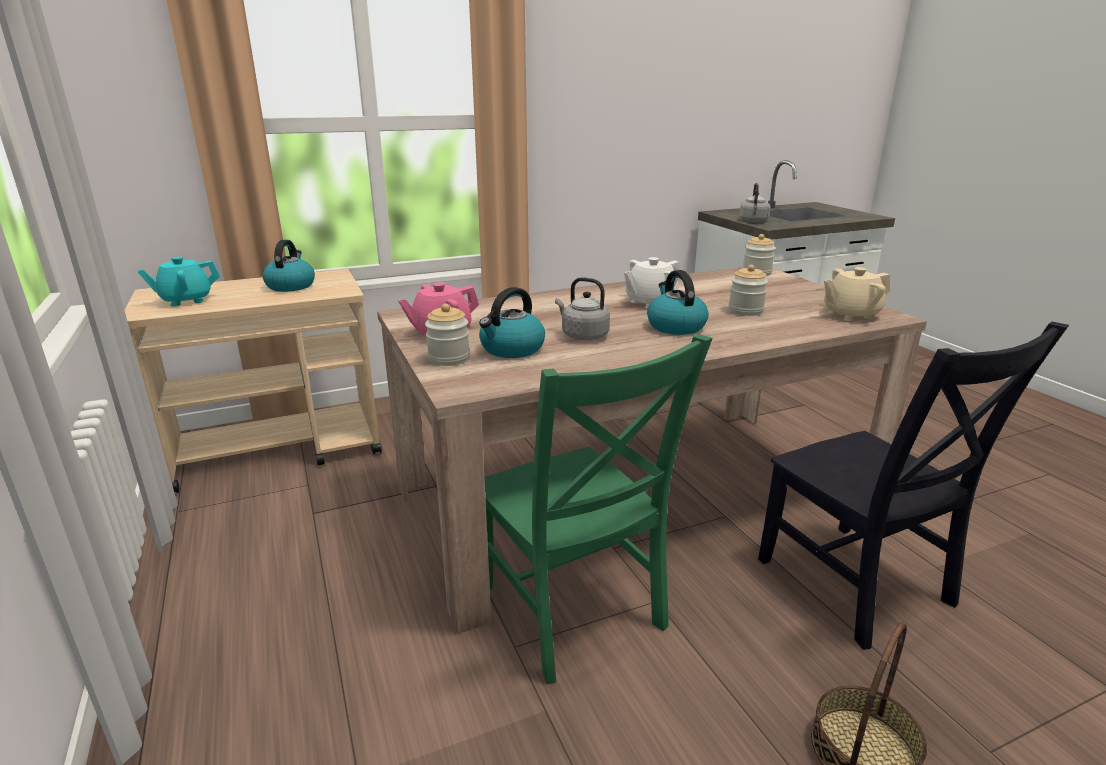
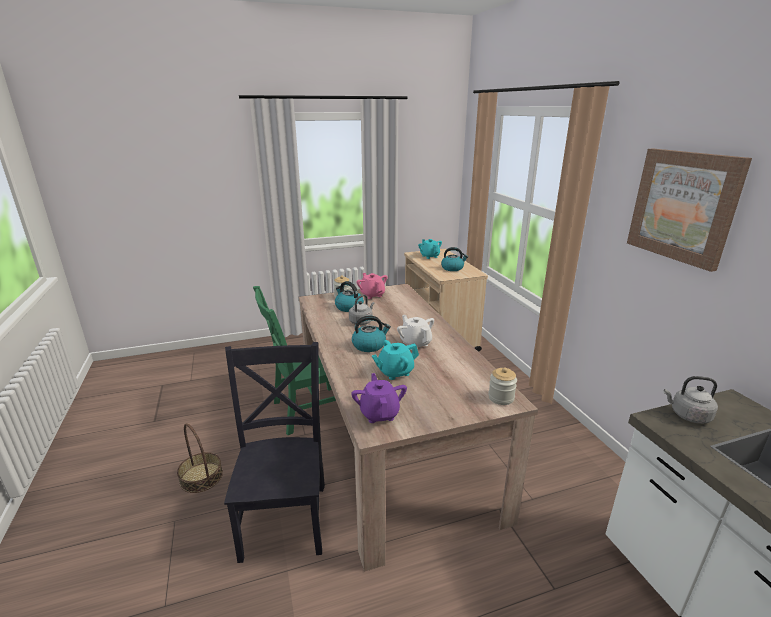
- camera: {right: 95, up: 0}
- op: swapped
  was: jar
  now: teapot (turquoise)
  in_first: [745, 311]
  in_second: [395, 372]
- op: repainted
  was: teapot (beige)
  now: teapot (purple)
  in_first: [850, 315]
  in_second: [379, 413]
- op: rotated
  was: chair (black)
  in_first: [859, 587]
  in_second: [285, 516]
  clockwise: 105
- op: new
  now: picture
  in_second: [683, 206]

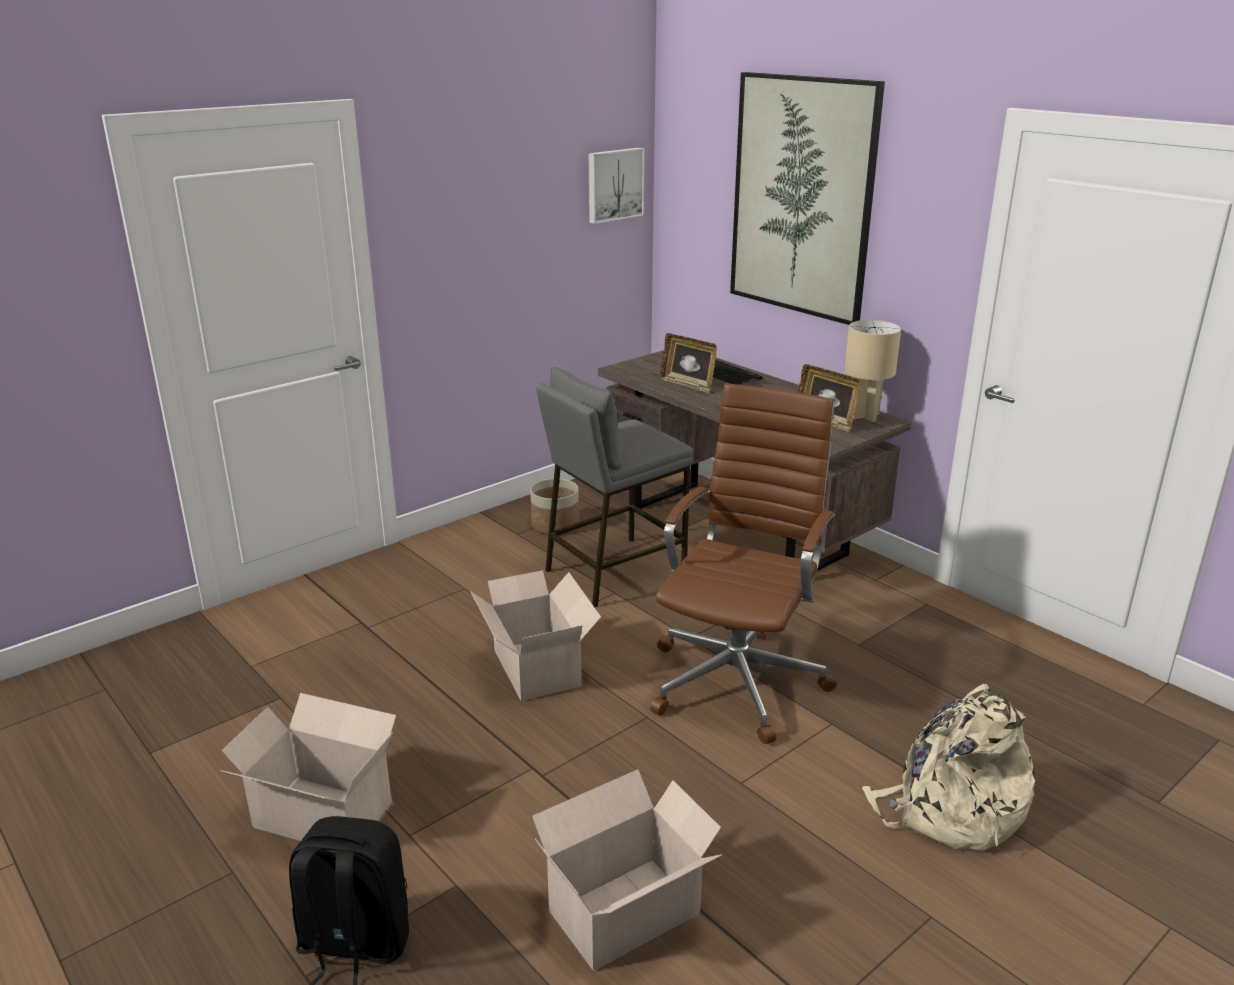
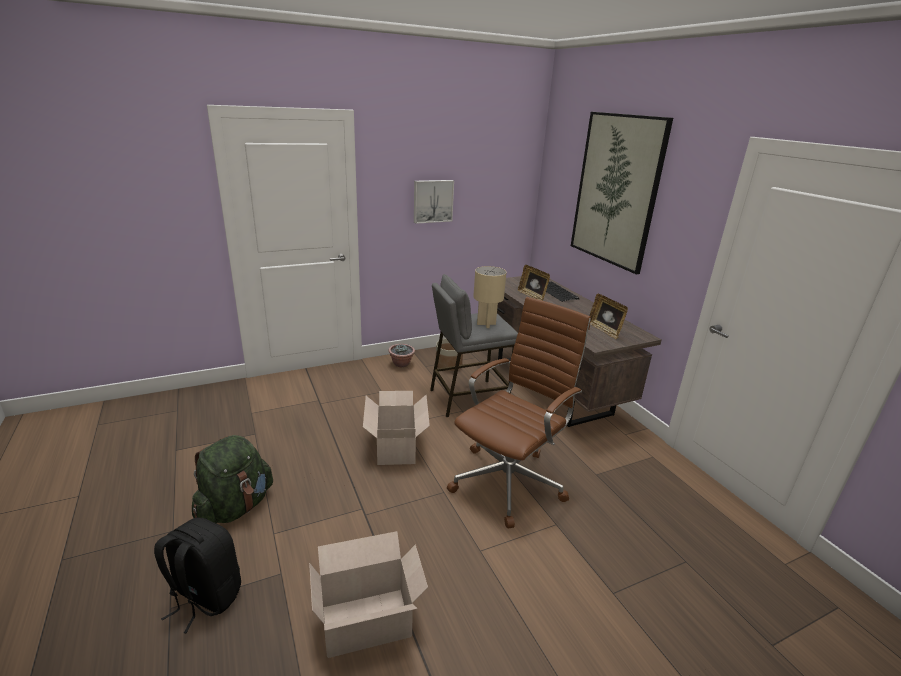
- camera: {right: 15, up: 0}
- op: shifted
  was: picture
  in_first: [614, 184]
  in_second: [432, 201]
- op: shifted
  was: table lamp (beige)
  in_first: [865, 416]
  in_second: [486, 324]
- op: gone
  was: backpack (beige)
  in_first: [949, 810]
- op: swapped
  was: cardboard box
  now: backpack (green)
  in_first: [320, 813]
  in_second: [235, 507]
- op: new
  now: potted plant
  in_second: [401, 364]

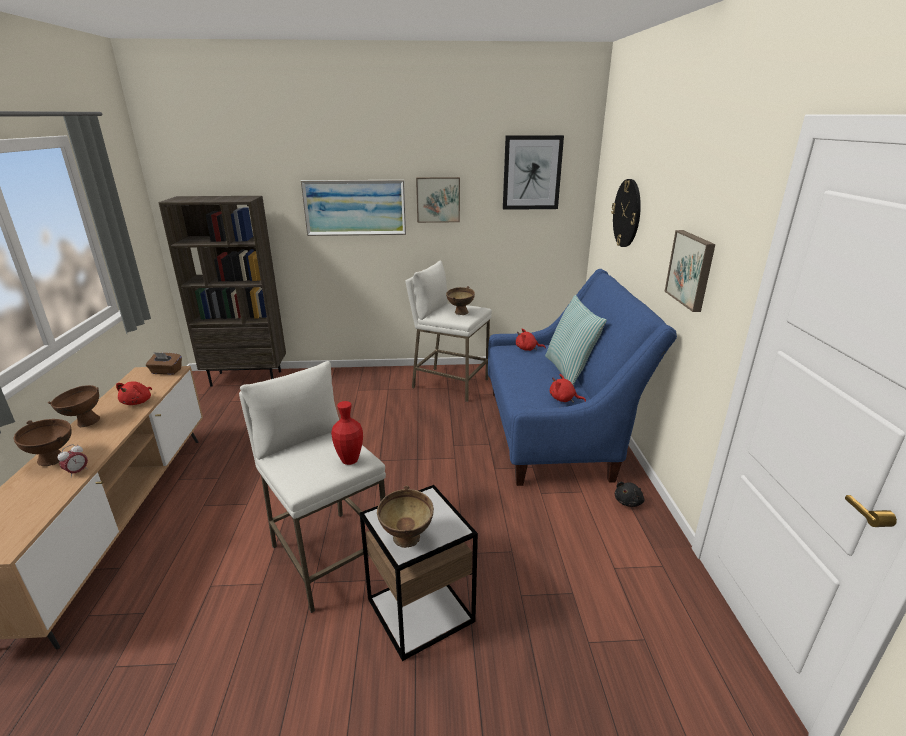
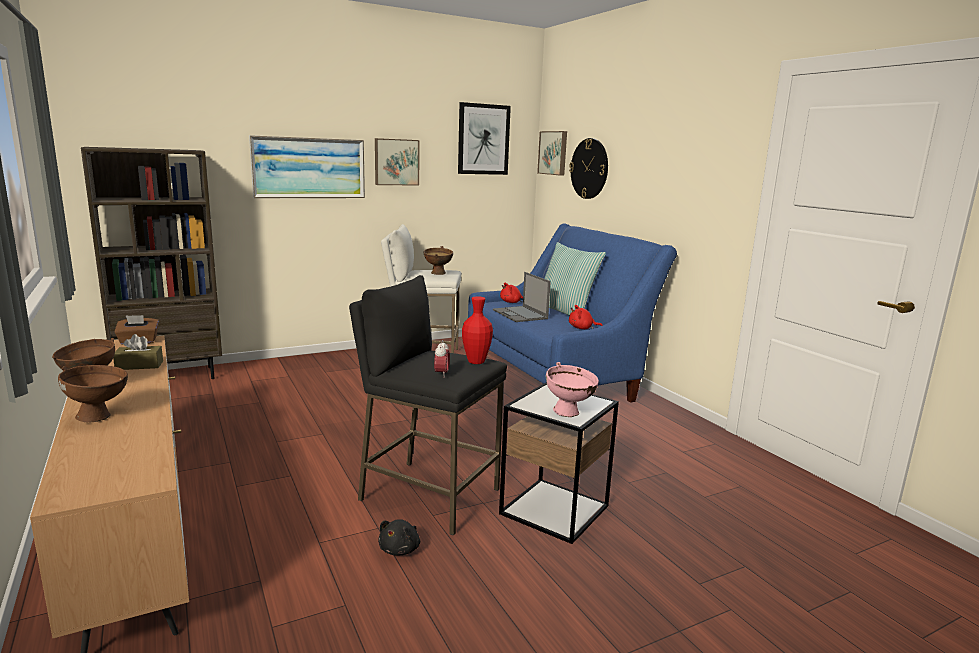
- camera: {right: -25, up: -10}
- op: shifted
  was: picture
  in_first: [691, 269]
  in_second: [553, 153]
- op: repainted
  was: stool (white)
  now: stool (black)
  in_first: [328, 557]
  in_second: [428, 495]
- op: swapped
  was: plush toy (red)
  now: tissue box (brown)
  in_first: [138, 402]
  in_second: [139, 365]
- op: shifted
  was: alarm clock
  in_first: [77, 472]
  in_second: [441, 374]
- op: shifted
  was: plush toy (black)
  in_first: [629, 502]
  in_second: [400, 549]
- op: repainted
  was: bowl (brown)
  now: bowl (pink)
  in_first: [407, 542]
  in_second: [570, 414]
- op: new
  now: laptop
  in_second: [520, 314]

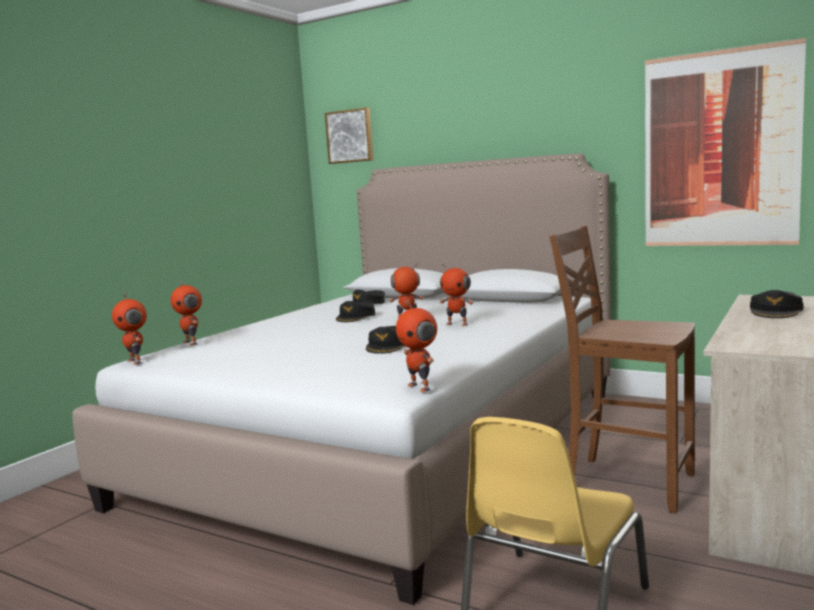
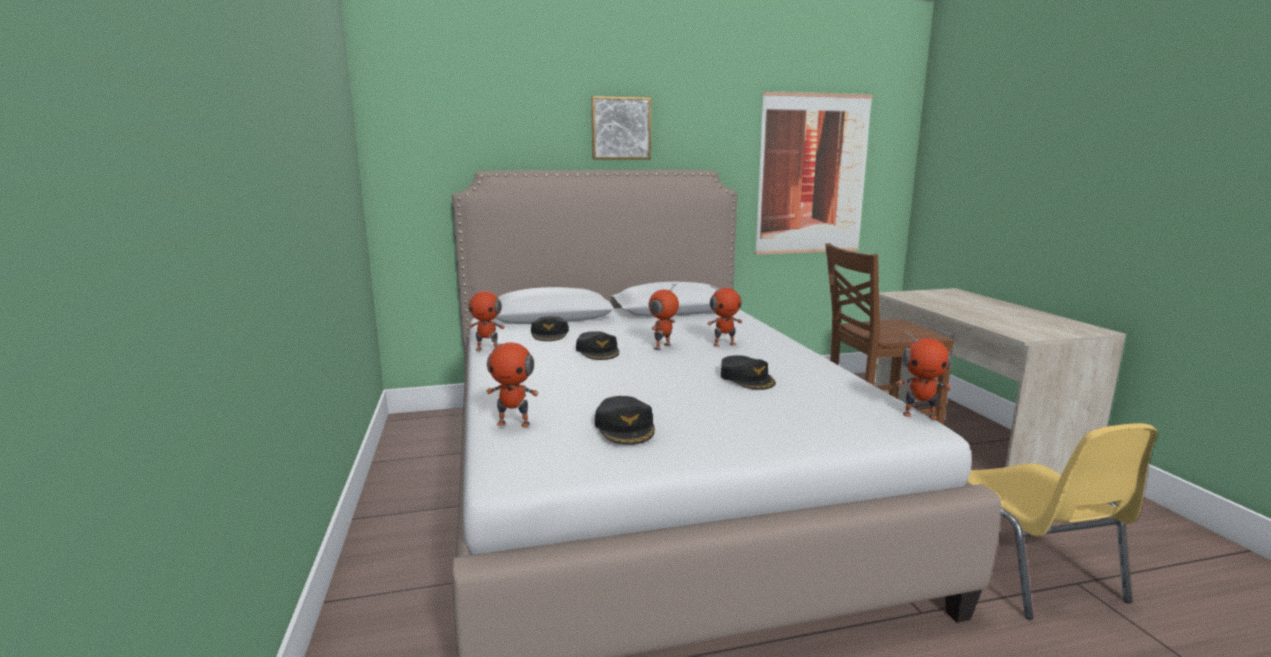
- camera: {right: -45, up: 5}
- op: shifted
  was: picture
  in_first: [350, 136]
  in_second: [620, 128]
- op: shifted
  was: cap (black)
  in_first: [776, 311]
  in_second: [625, 427]
- op: shifted
  was: toy robot
  in_first: [136, 361]
  in_second: [488, 349]

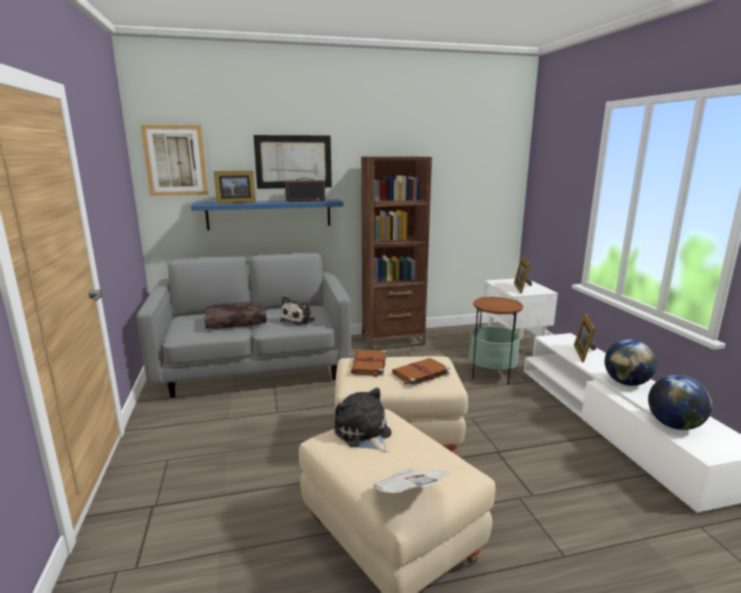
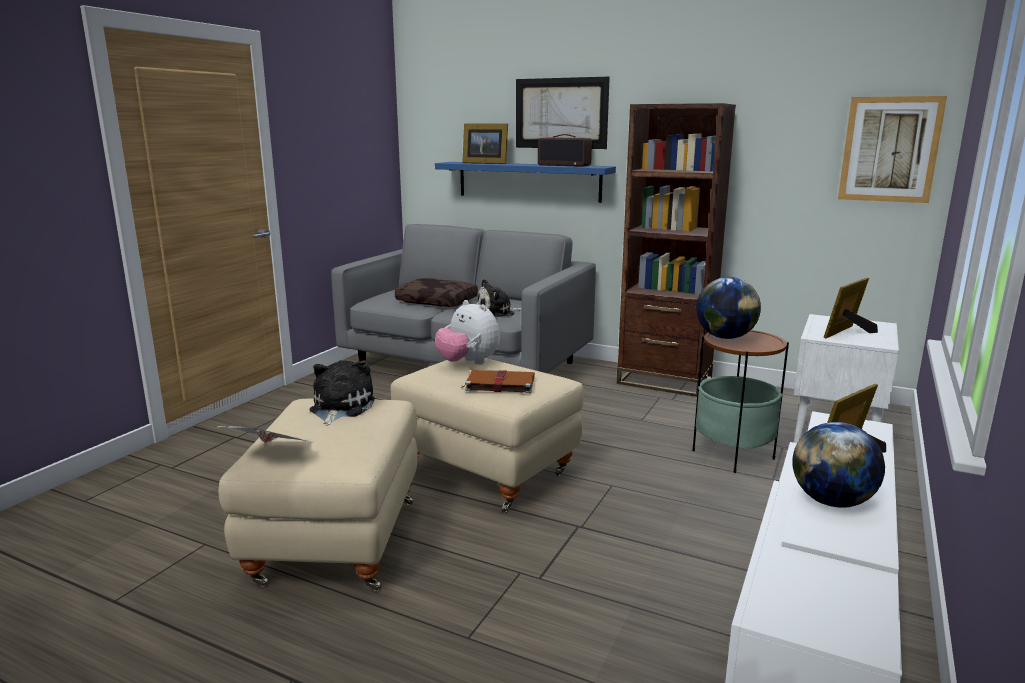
- camera: {right: 40, up: 0}
- op: shifted
  was: picture
  in_first: [175, 160]
  in_second: [889, 149]
- op: swapped
  was: book (brown)
  now: plush toy
  in_first: [369, 365]
  in_second: [468, 363]
- op: shifted
  was: globe
  in_first: [673, 425]
  in_second: [725, 337]

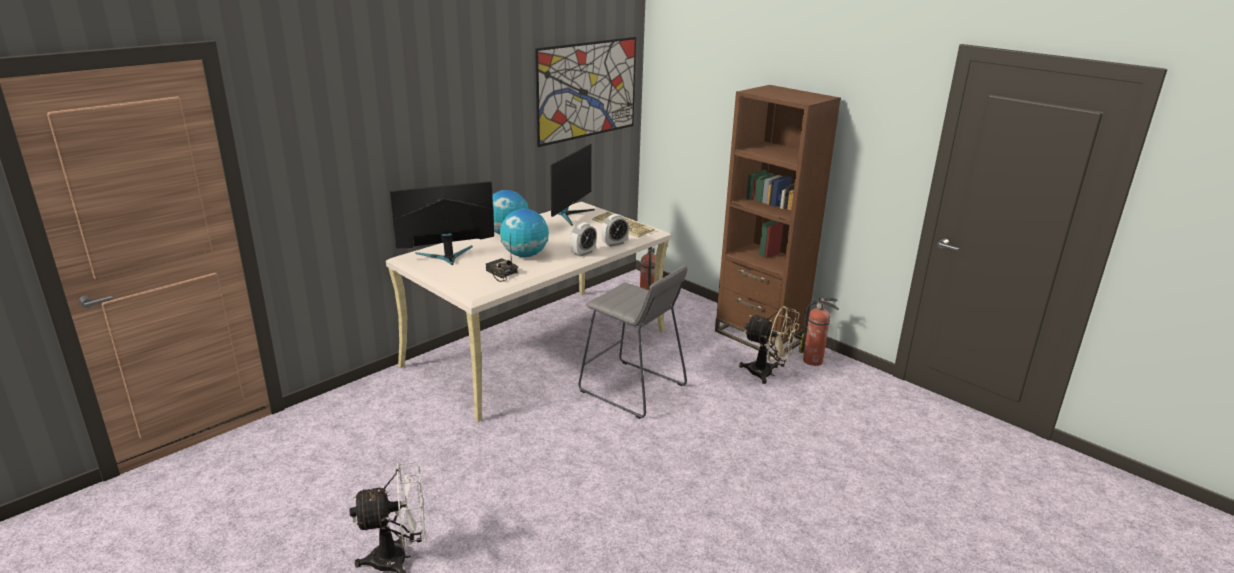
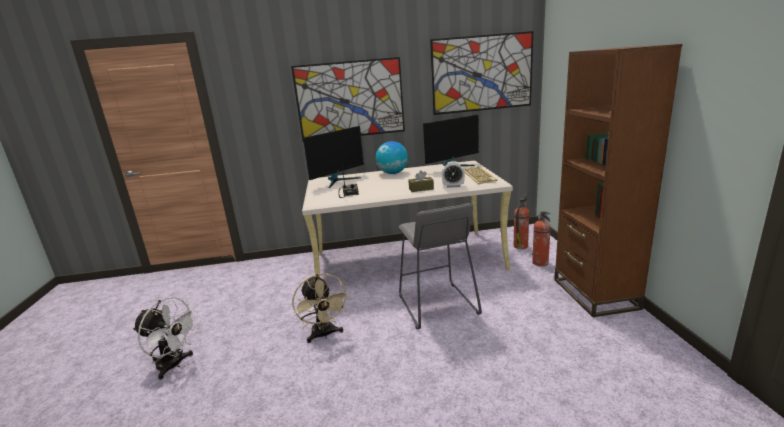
- camera: {right: 40, up: -5}
- op: rotated
  was: monitor
  in_first: [447, 256]
  in_second: [338, 181]
  clockwise: 120
- op: gone
  was: globe
  in_first: [524, 255]
- op: swapped
  was: alarm clock
  now: tissue box (brown)
  in_first: [583, 253]
  in_second: [421, 189]
- op: shifted
  was: fire extinguisher
  in_first: [814, 361]
  in_second: [540, 263]
- op: shifted
  was: fan (beige)
  in_first: [767, 374]
  in_second: [324, 335]
- op: new
  now: picture
  in_second: [350, 99]

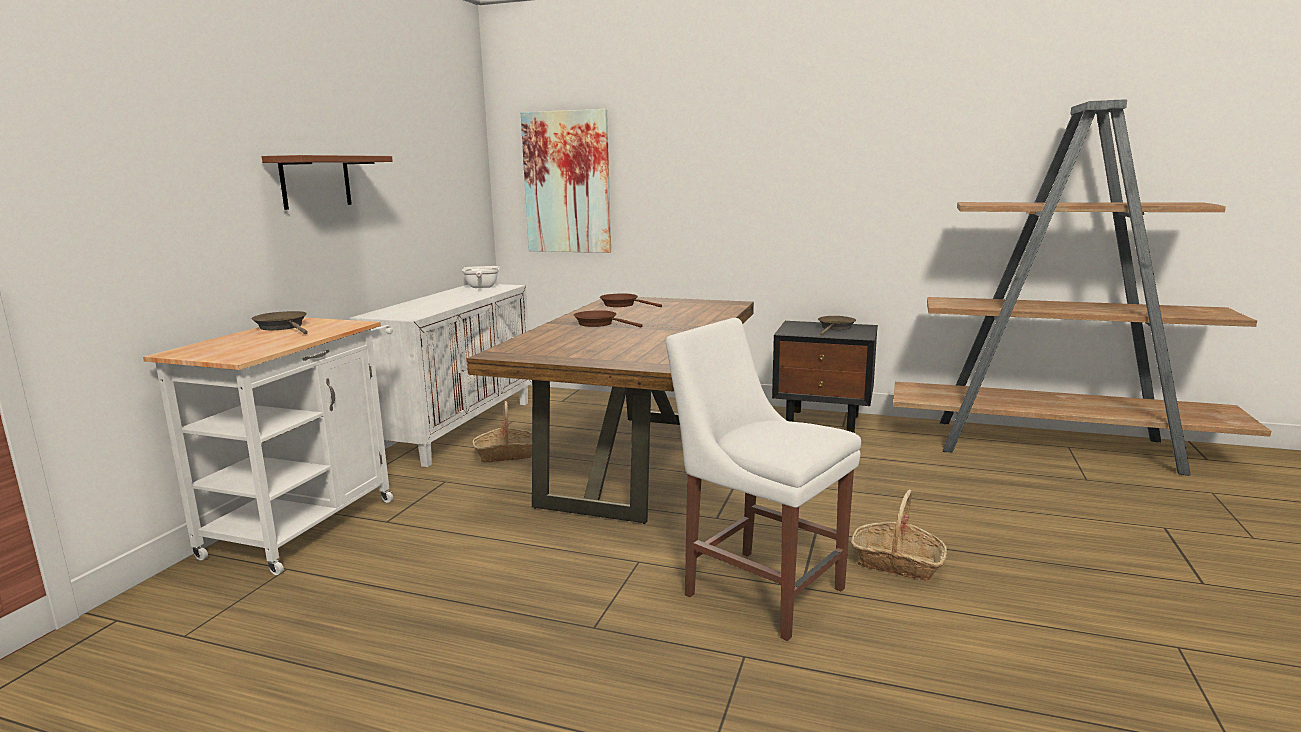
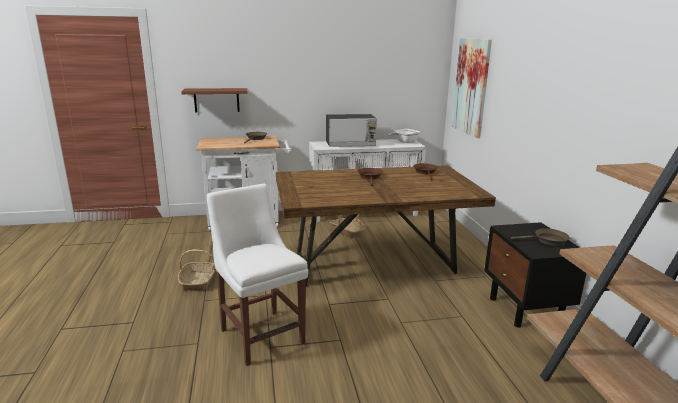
- camera: {right: 60, up: 5}
- op: shifted
  was: shelf (brown)
  in_first: [315, 181]
  in_second: [216, 100]
- op: rotated
  was: chair (white)
  in_first: [758, 588]
  in_second: [260, 334]
  clockwise: -45
- op: shifted
  was: basket
  in_first: [897, 562]
  in_second: [198, 281]
- op: new
  now: microwave
  in_second: [350, 144]

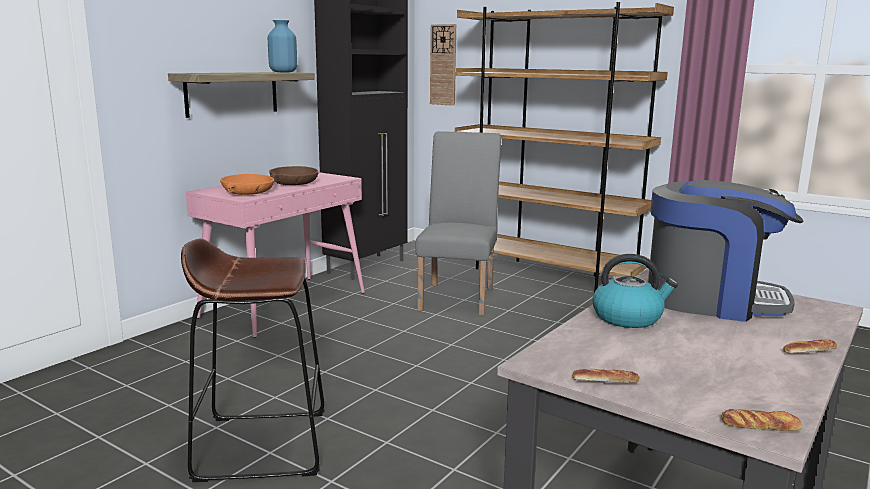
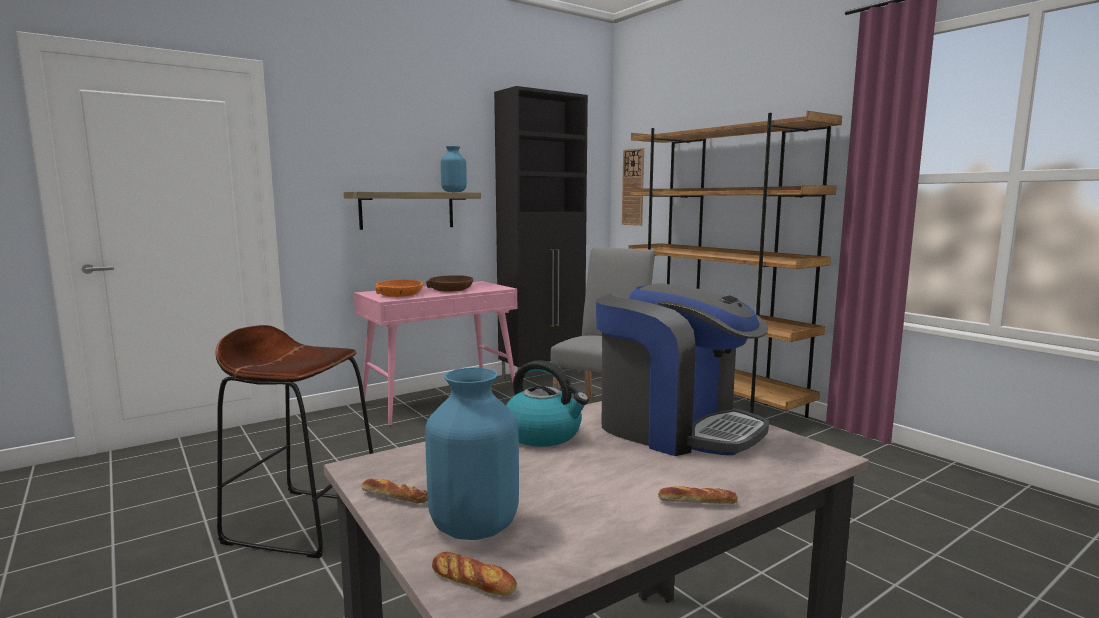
- camera: {right: 20, up: -5}
- op: new
  now: vase (blue)
  in_second: [473, 526]

